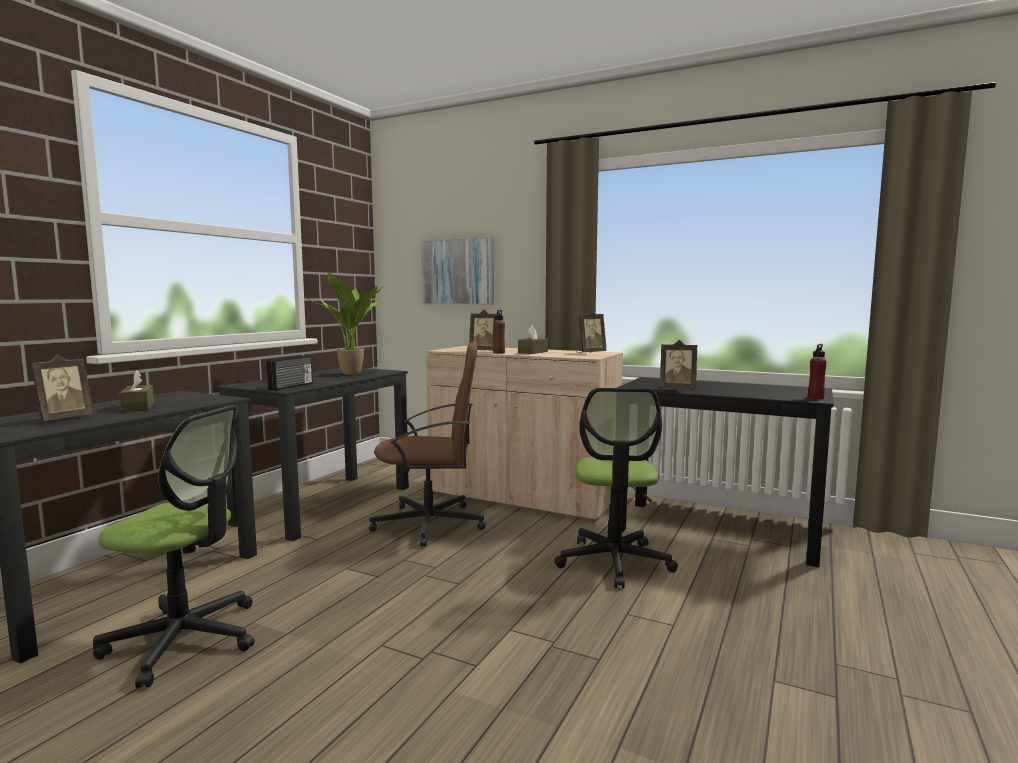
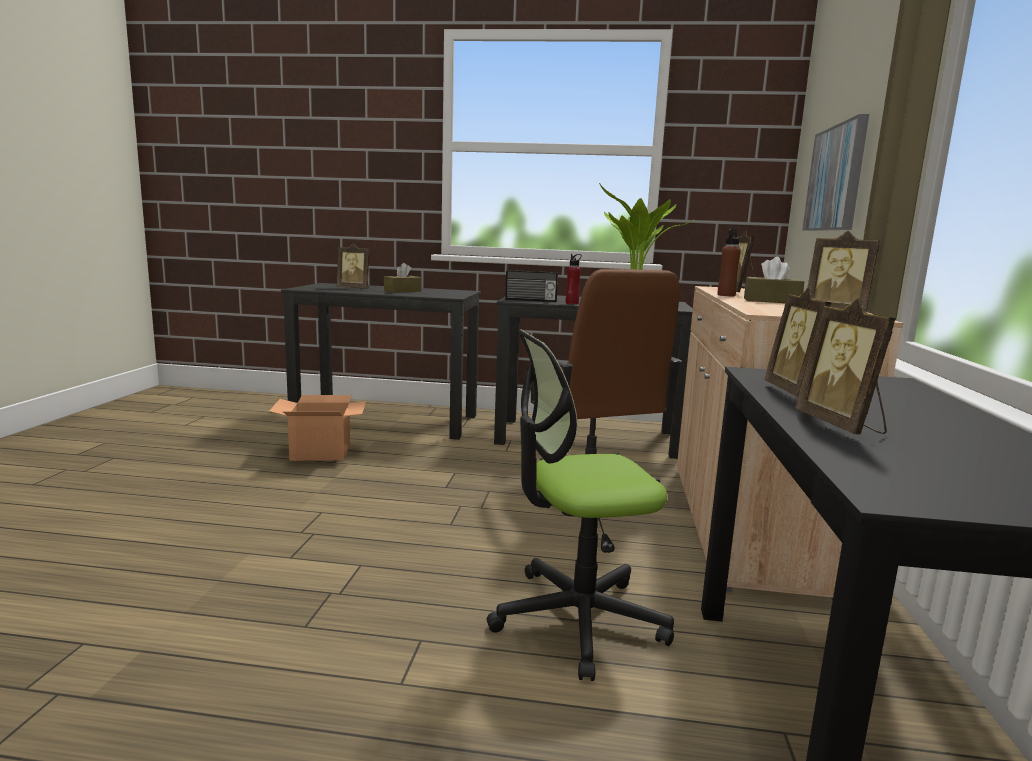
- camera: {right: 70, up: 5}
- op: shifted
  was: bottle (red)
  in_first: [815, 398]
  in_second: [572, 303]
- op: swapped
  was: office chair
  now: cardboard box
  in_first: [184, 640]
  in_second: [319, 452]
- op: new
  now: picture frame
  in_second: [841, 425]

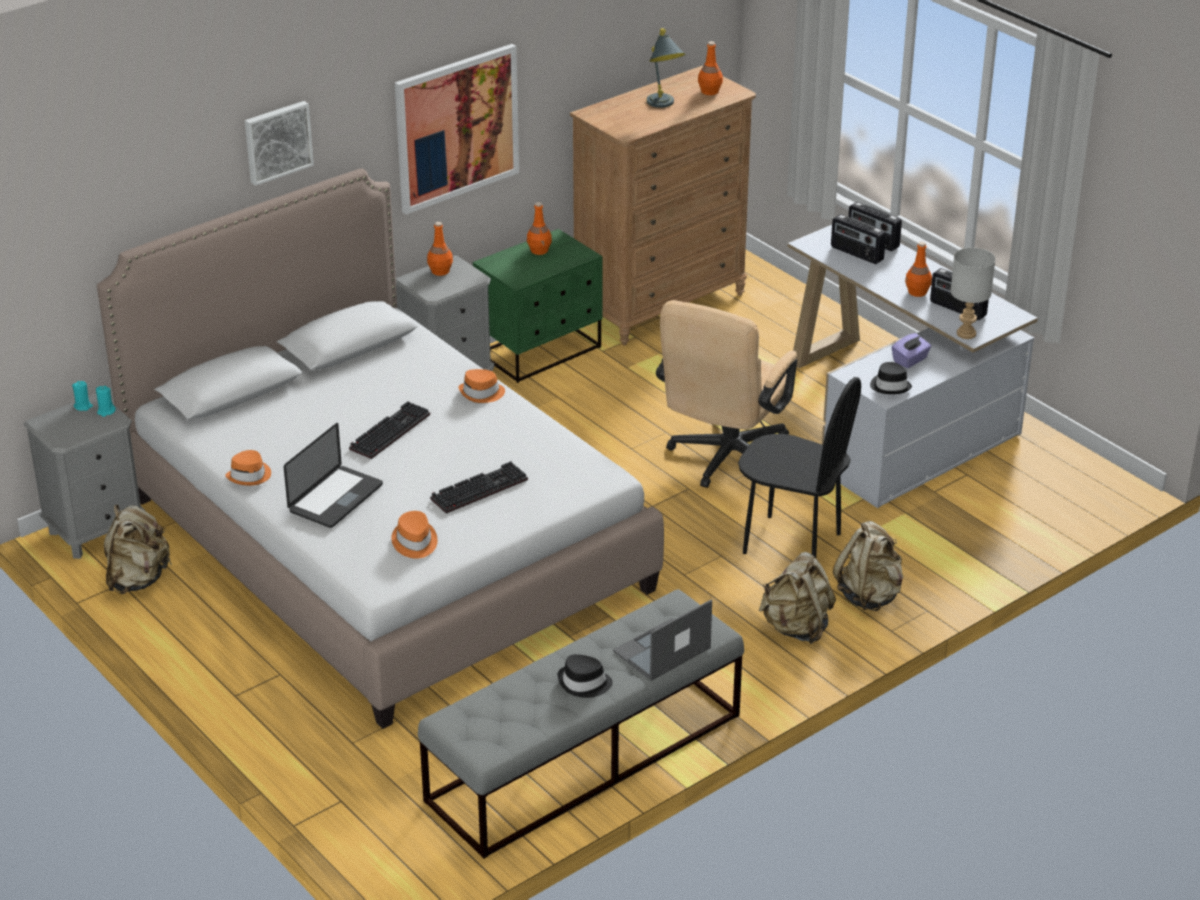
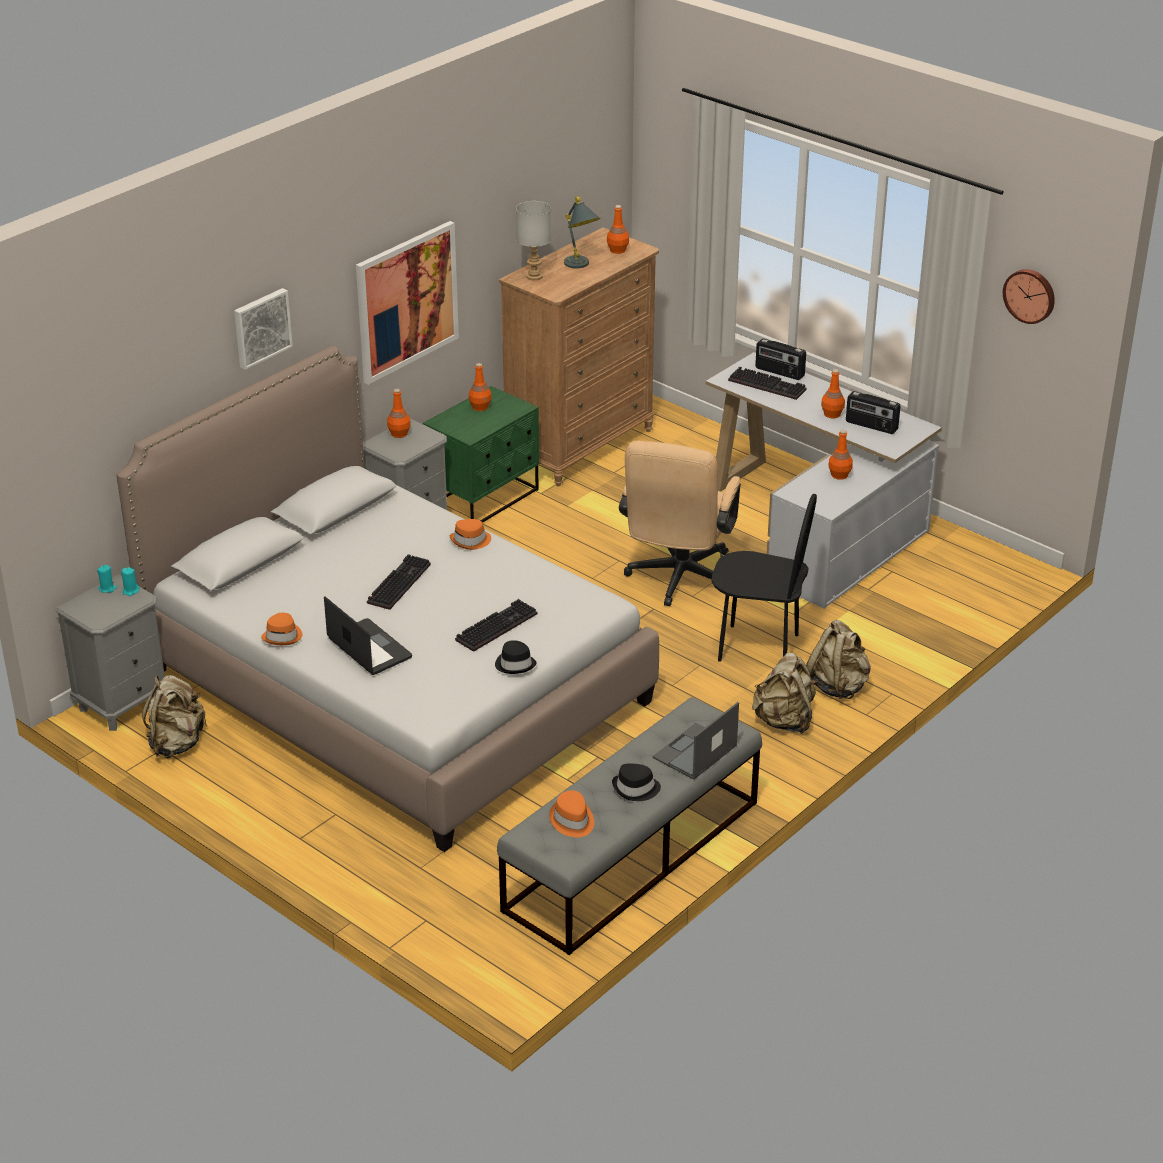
- camera: {right: -10, up: 0}
- op: swapped
  was: radio
  now: keyboard
  in_first: [856, 254]
  in_second: [769, 385]
- op: shifted
  was: table lamp (grey)
  in_first: [967, 334]
  in_second: [535, 276]
- op: swapped
  was: tissue box (purple)
  now: bottle (orange)
  in_first: [910, 360]
  in_second: [839, 475]
- op: shifted
  was: hat (black)
  in_first: [890, 386]
  in_second: [515, 664]
- op: rotated
  was: laptop
  in_first: [336, 498]
  in_second: [369, 648]
  clockwise: -60
- op: shifted
  was: hat (orange)
  in_first: [414, 542]
  in_second: [572, 820]
- op: new
  now: wall clock
  in_second: [1030, 295]

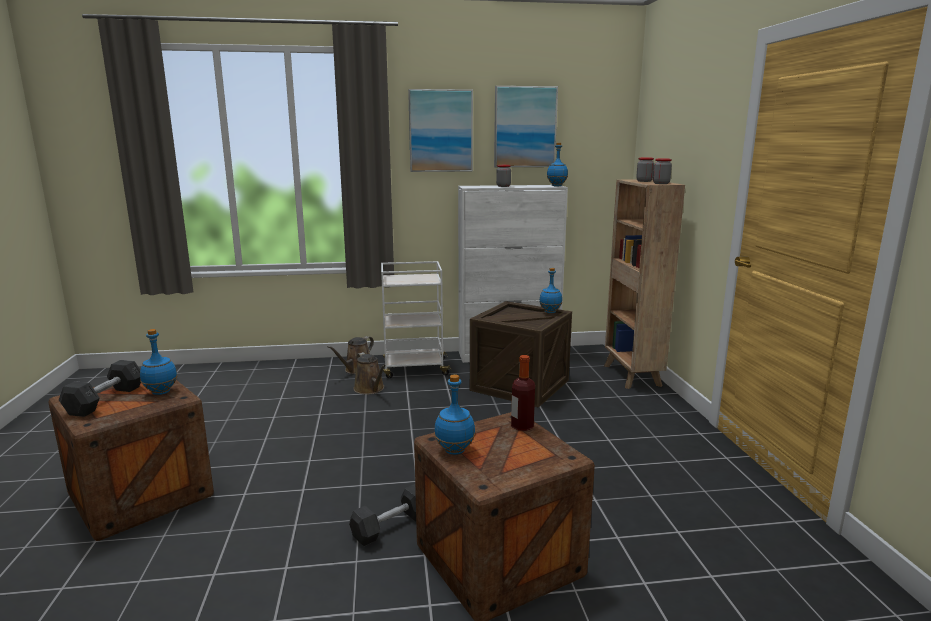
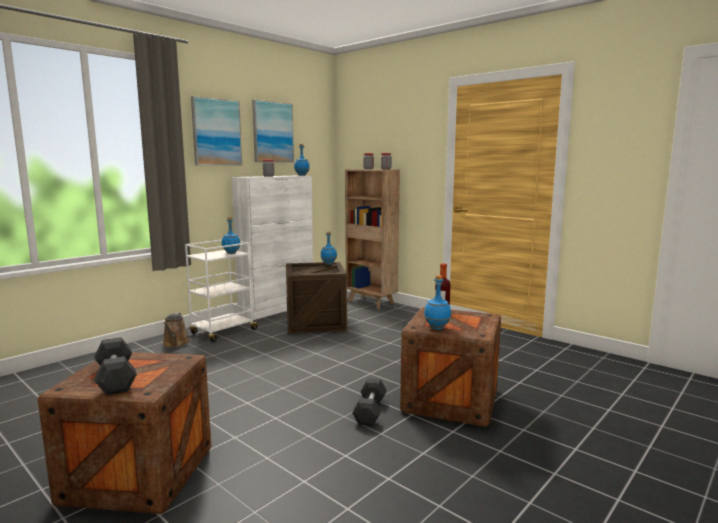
- camera: {right: -40, up: -5}
- op: shifted
  was: bottle (blue)
  in_first: [161, 392]
  in_second: [231, 253]
- op: gone
  was: watering can (brown)
  in_first: [370, 389]

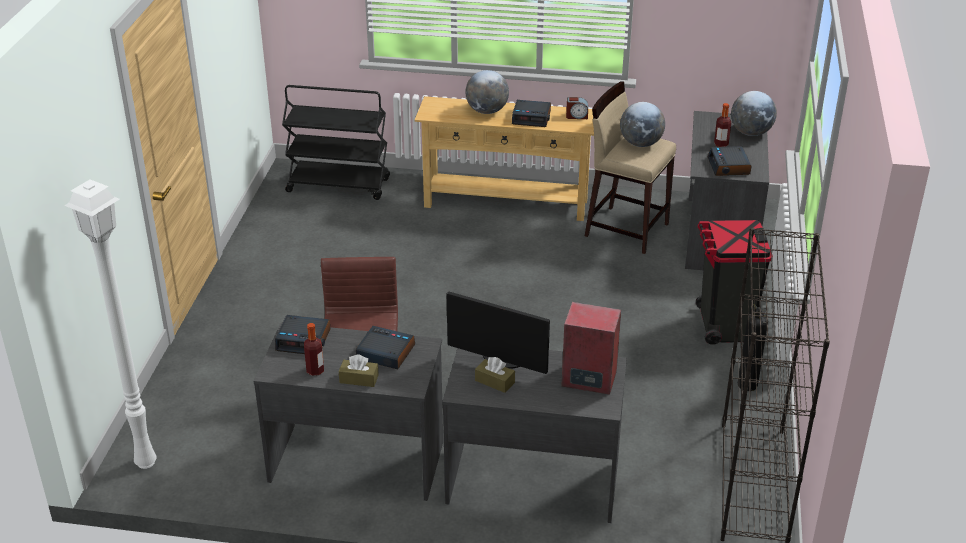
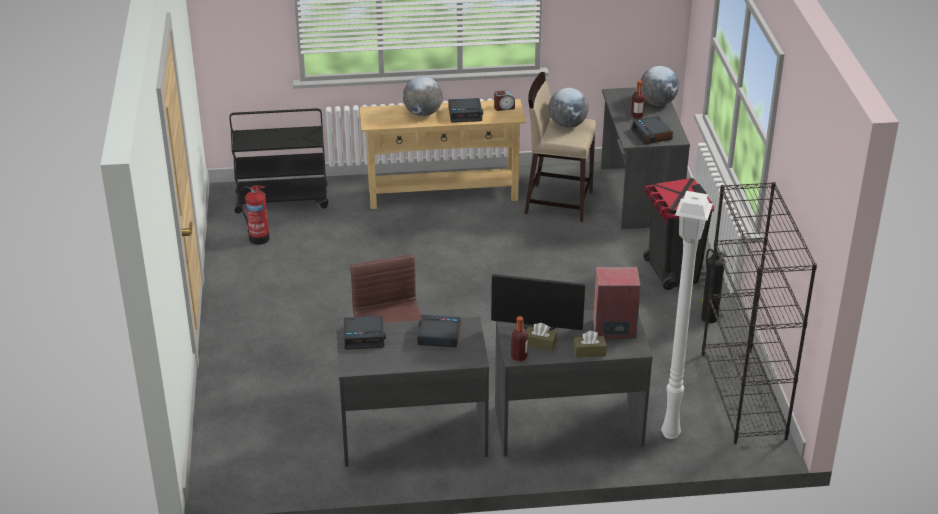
- camera: {right: -15, up: 0}
- op: shifted
  was: floor lamp (white)
  in_first: [146, 464]
  in_second: [671, 435]
- op: shifted
  was: bottle
  in_first: [315, 370]
  in_second: [519, 357]
- op: shifted
  was: tissue box (brown)
  in_first: [359, 379]
  in_second: [589, 352]
- op: new
  now: fire extinguisher
  in_second: [258, 238]

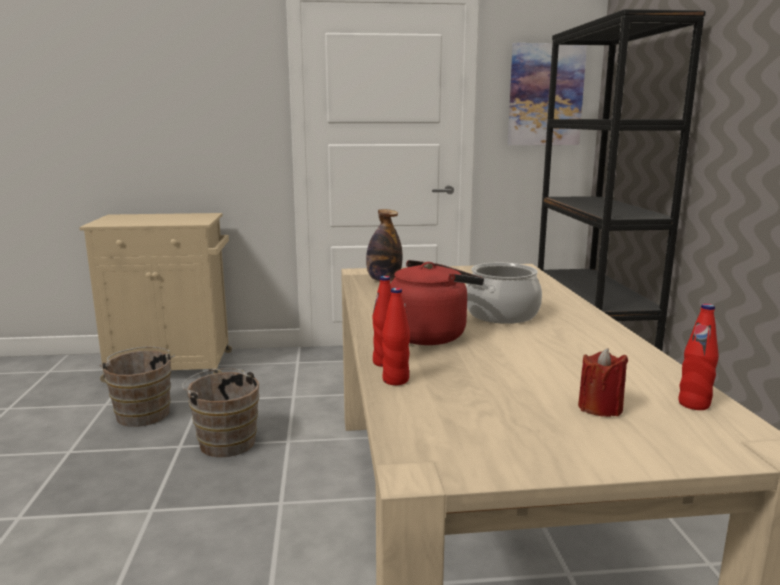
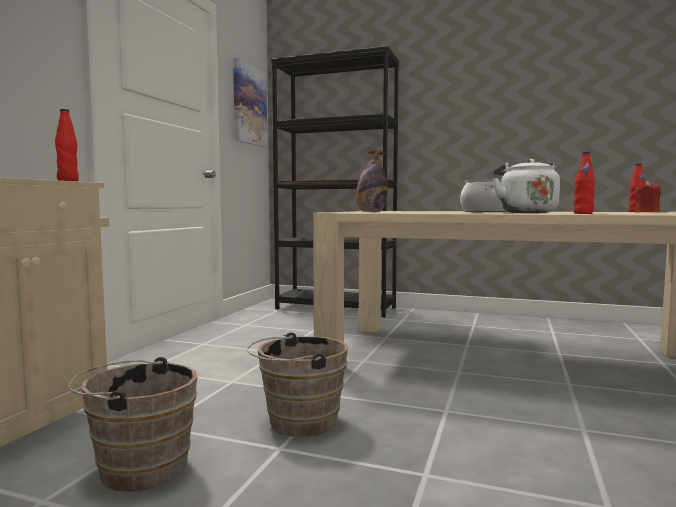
- camera: {right: -65, up: -10}
- op: repainted
  was: kettle (red)
  now: kettle (white)
  in_first: [430, 335]
  in_second: [525, 212]
- op: shifted
  was: bottle (red)
  in_first: [395, 380]
  in_second: [68, 181]

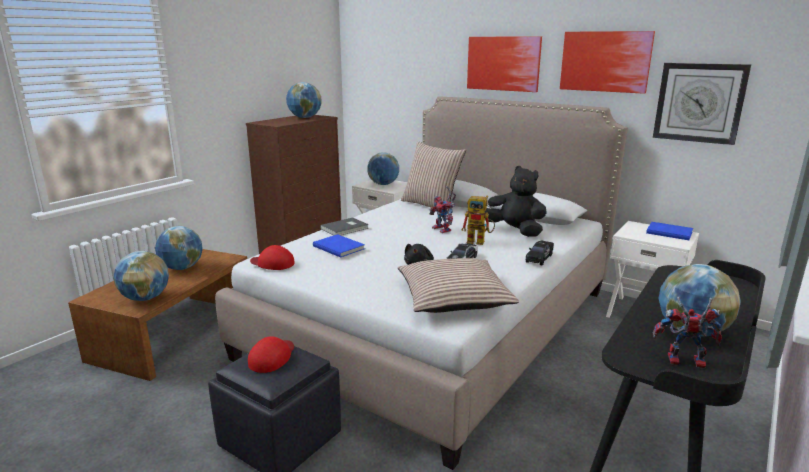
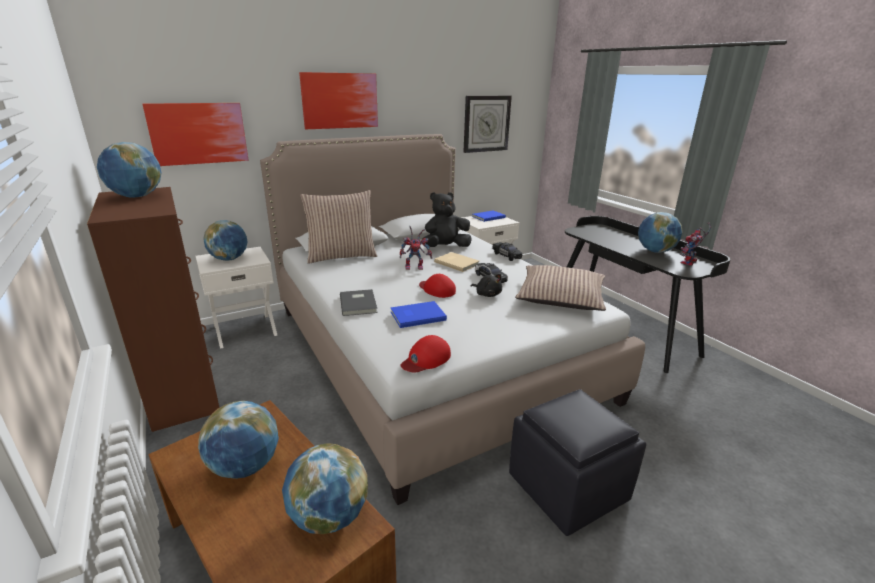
- camera: {right: -65, up: 5}
- op: shifted
  was: picture
  in_first: [605, 61]
  in_second: [198, 133]
- op: swapped
  was: toy robot
  now: book (beige)
  in_first: [480, 241]
  in_second: [457, 263]
- op: shifted
  was: cap (red)
  in_first: [272, 357]
  in_second: [437, 289]

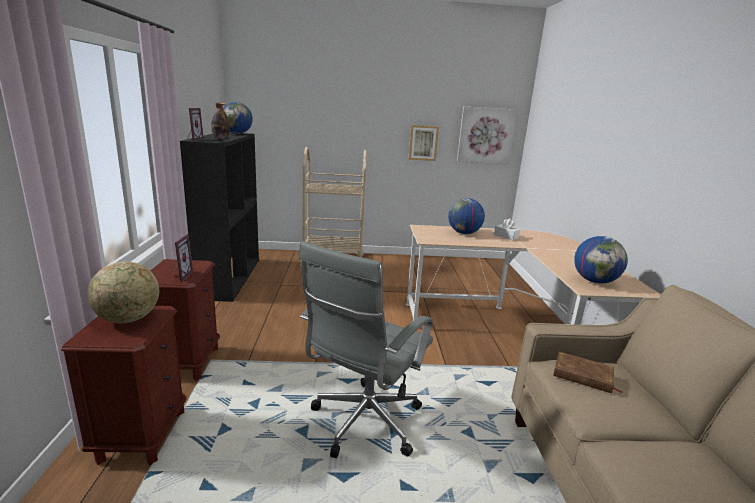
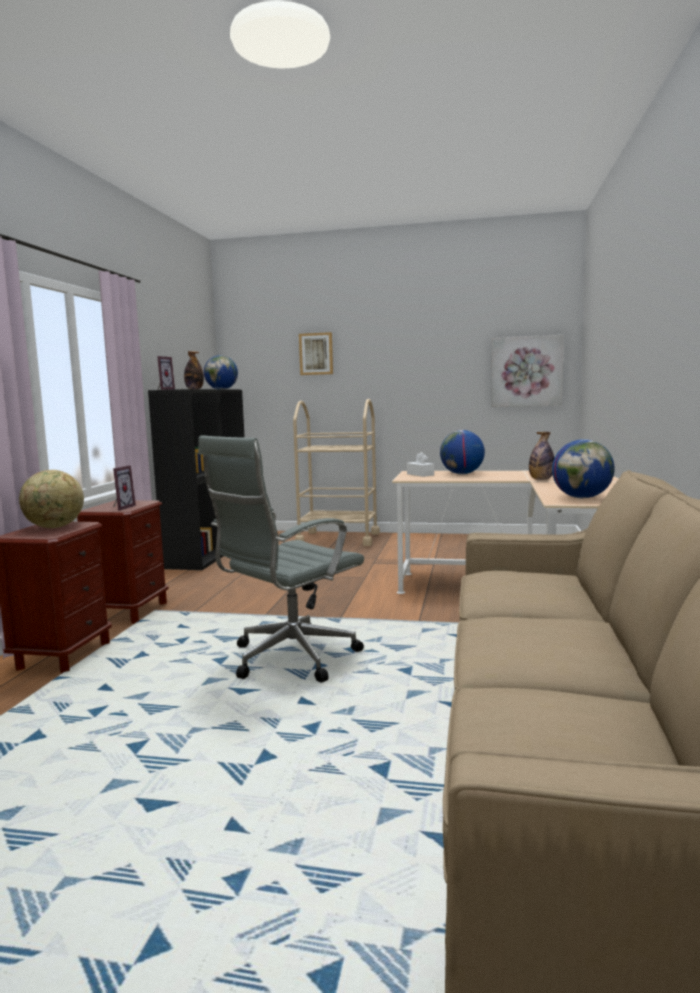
- camera: {right: 15, up: -10}
- op: shifted
  was: picture
  in_first: [423, 143]
  in_second: [316, 354]
- op: shifted
  was: tissue box (white)
  in_first: [506, 236]
  in_second: [420, 474]
- op: gone
  was: book (brown)
  in_first: [583, 376]
- op: new
  now: bottle
  in_second: [541, 480]

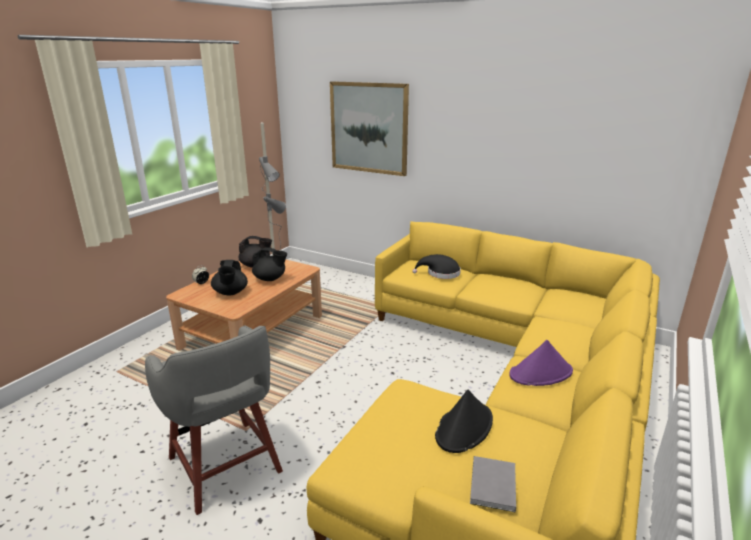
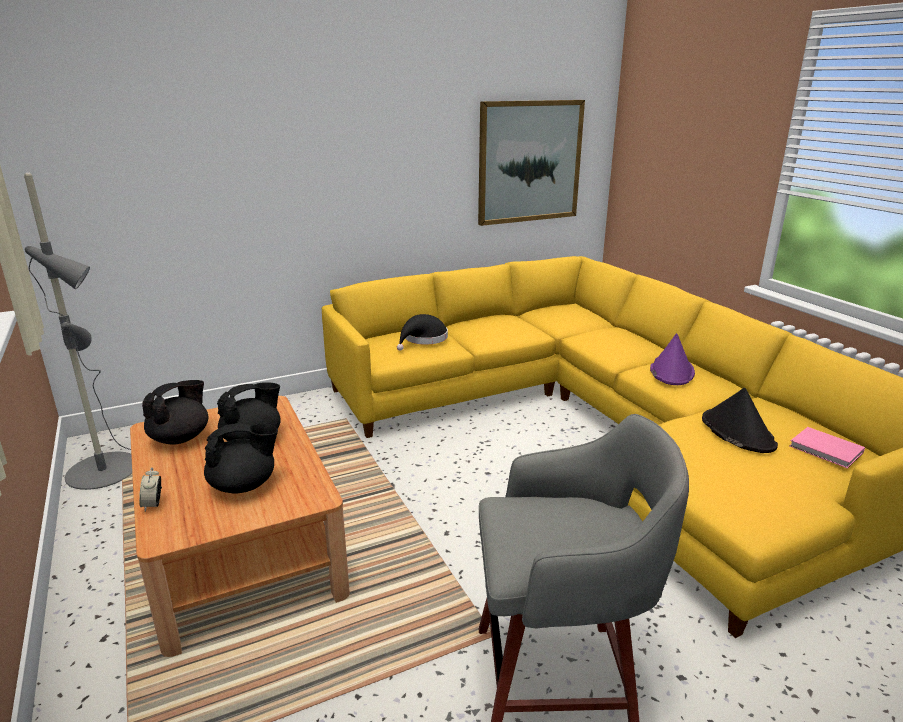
- camera: {right: -55, up: 0}
- op: shifted
  was: picture
  in_first: [369, 128]
  in_second: [529, 162]
- op: rotated
  was: teapot (black)
  in_first: [230, 293]
  in_second: [244, 485]
  clockwise: -45
- op: repainted
  was: book (grey)
  now: book (pink)
  in_first: [492, 486]
  in_second: [827, 450]

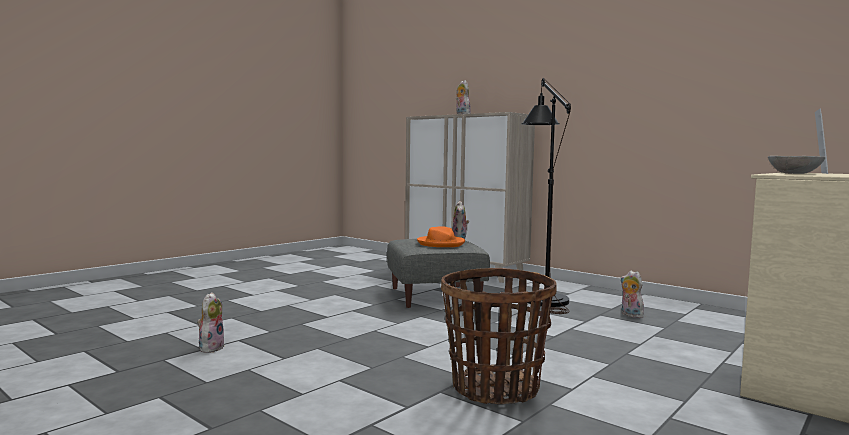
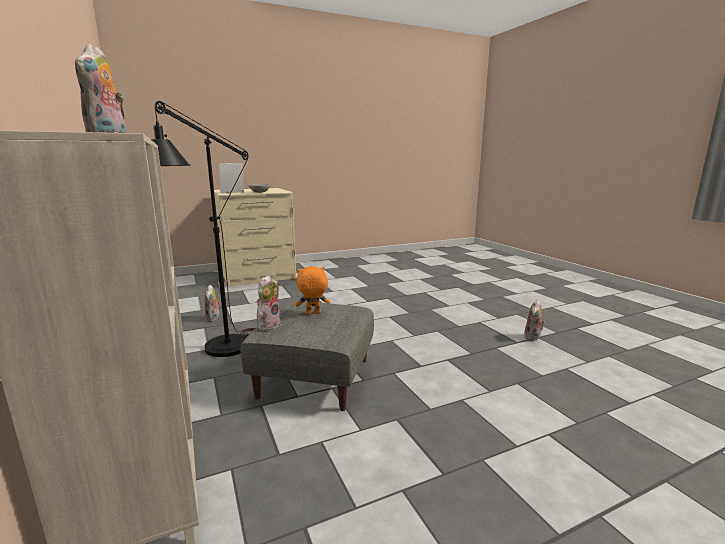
- camera: {right: -155, up: 10}
- op: swapped
  was: hat (orange)
  now: plush toy (orange)
  in_first: [441, 244]
  in_second: [313, 314]
- op: gone
  was: basket
  in_first: [495, 388]

